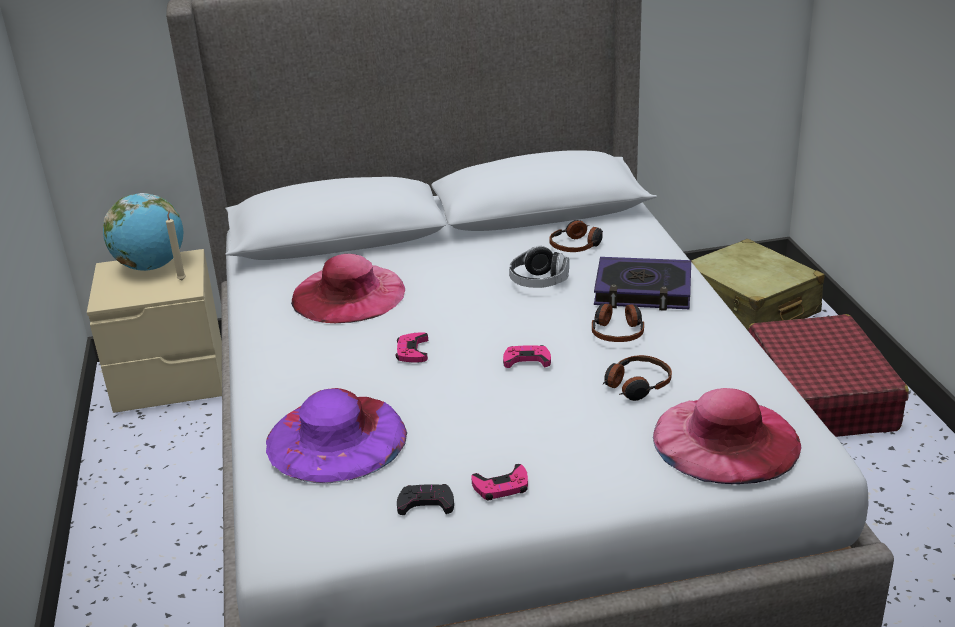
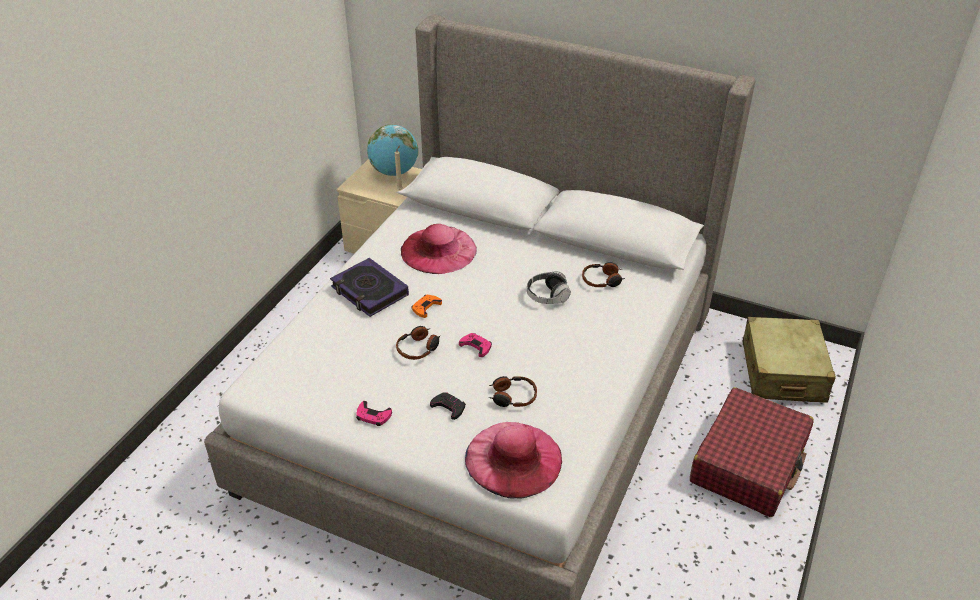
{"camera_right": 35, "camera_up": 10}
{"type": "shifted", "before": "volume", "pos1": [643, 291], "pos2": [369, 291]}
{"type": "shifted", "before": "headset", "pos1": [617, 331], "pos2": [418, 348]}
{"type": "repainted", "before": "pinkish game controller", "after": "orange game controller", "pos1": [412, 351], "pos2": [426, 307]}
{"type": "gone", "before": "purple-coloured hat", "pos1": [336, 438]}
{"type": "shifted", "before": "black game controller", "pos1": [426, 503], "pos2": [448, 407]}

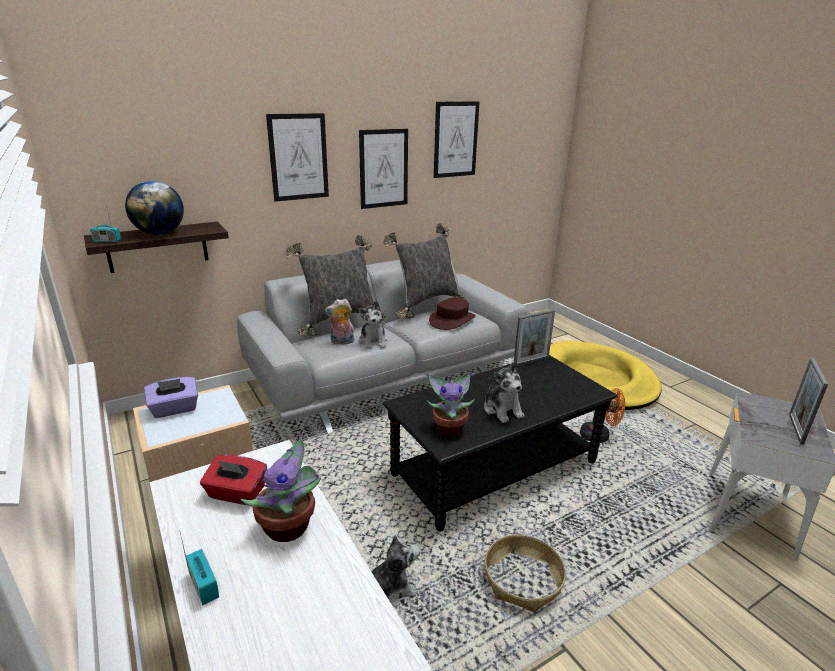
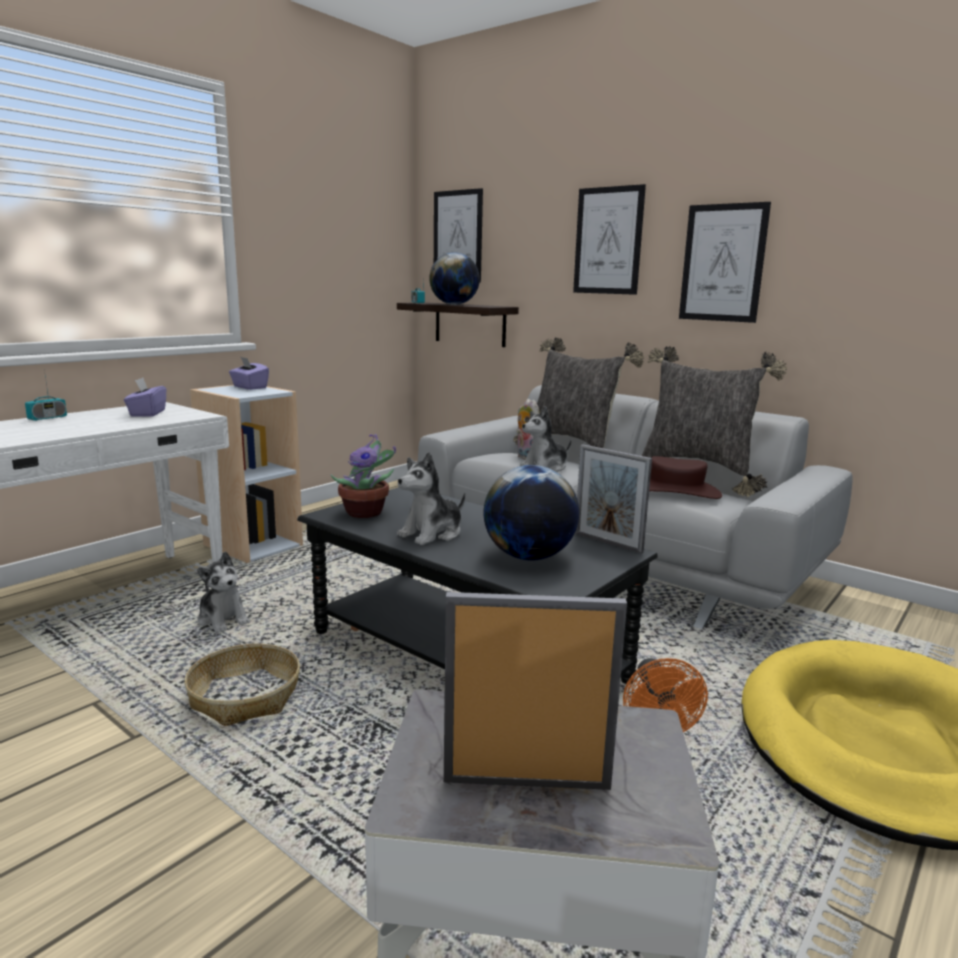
{"camera_right": 70, "camera_up": -10}
{"type": "shifted", "before": "picture", "pos1": [455, 139], "pos2": [457, 236]}
{"type": "gone", "before": "houseplant", "pos1": [290, 527]}
{"type": "repainted", "before": "reddish box of tissues", "after": "purple-coloured box of tissues", "pos1": [236, 493], "pos2": [147, 413]}
{"type": "new", "after": "desk globe", "pos2": [529, 557]}

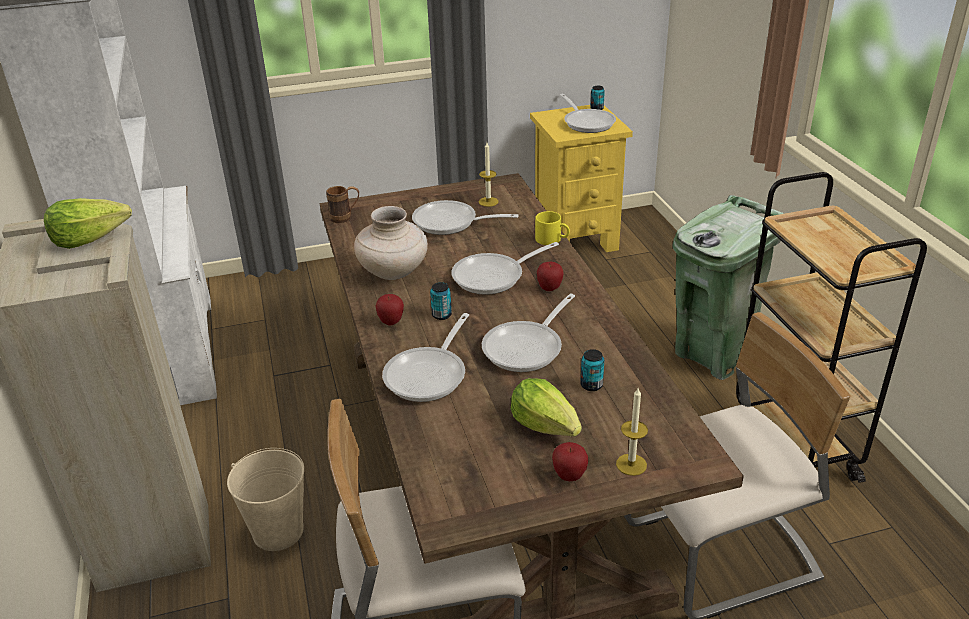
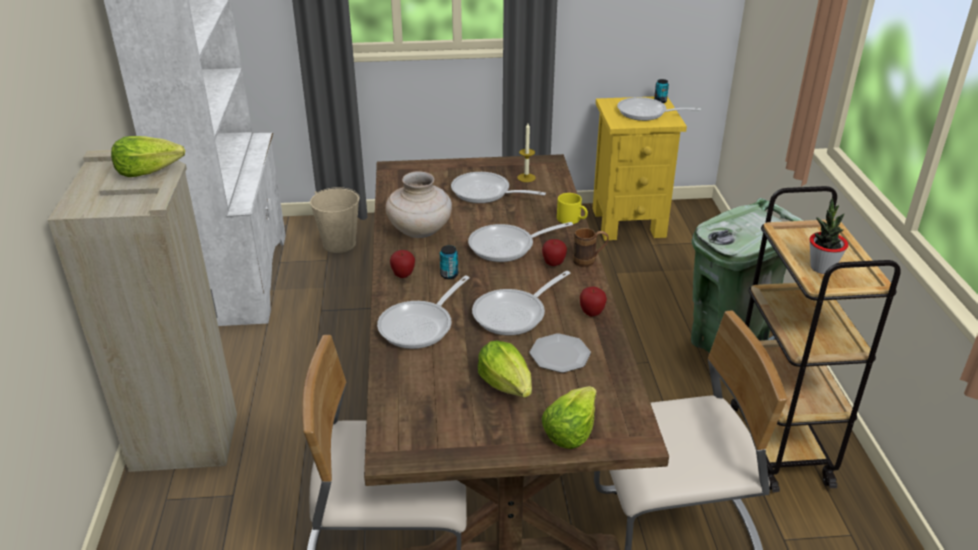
{"camera_right": 10, "camera_up": 0}
{"type": "rotated", "before": "frying pan", "pos1": [587, 122], "pos2": [646, 113], "turn": 120}
{"type": "shifted", "before": "brown-coloured mug", "pos1": [345, 218], "pos2": [589, 261]}
{"type": "swapped", "before": "sealed can", "after": "plate", "pos1": [591, 385], "pos2": [560, 355]}
{"type": "swapped", "before": "candle", "after": "head of lettuce", "pos1": [631, 464], "pos2": [570, 430]}
{"type": "shifted", "before": "whole apple", "pos1": [569, 476], "pos2": [591, 313]}
{"type": "shifted", "before": "beige-coloured bucket", "pos1": [278, 532], "pos2": [339, 244]}
{"type": "new", "after": "houseplant", "pos2": [822, 268]}

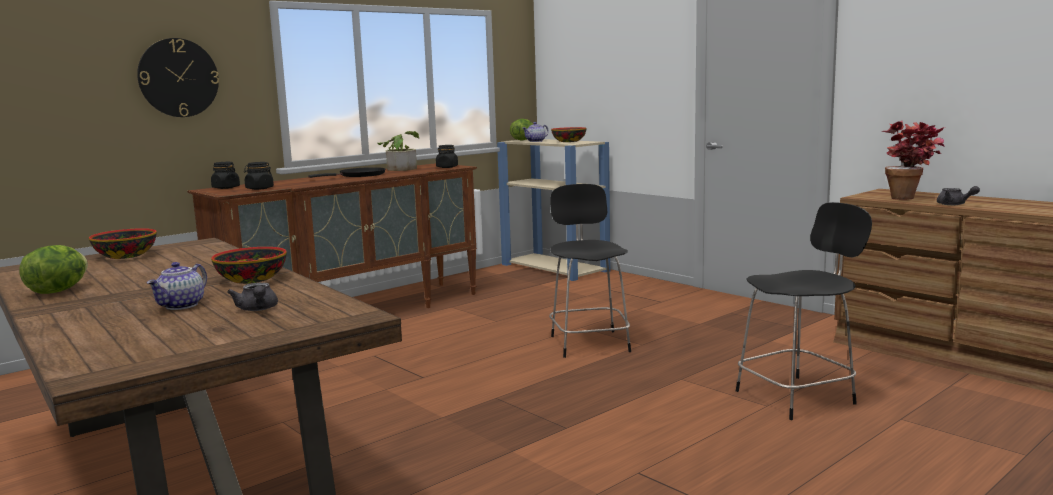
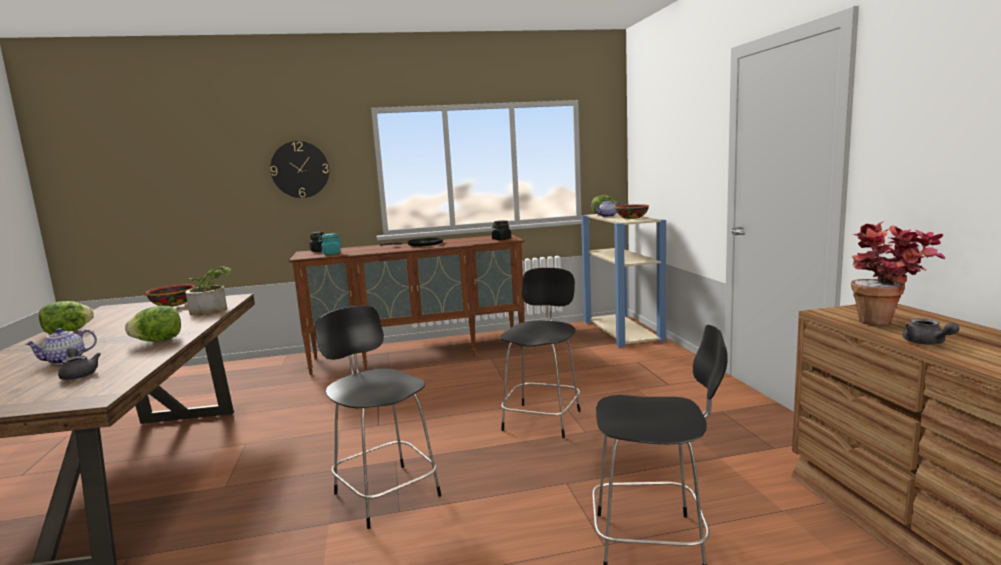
{"camera_right": 30, "camera_up": 0}
{"type": "shifted", "before": "houseplant", "pos1": [401, 168], "pos2": [212, 309]}
{"type": "repainted", "before": "black preserve jar", "after": "turquoise-coloured preserve jar", "pos1": [259, 188], "pos2": [331, 253]}
{"type": "swapped", "before": "deep dish", "after": "head of lettuce", "pos1": [252, 279], "pos2": [158, 341]}
{"type": "rotated", "before": "gray tea pot", "pos1": [257, 309], "pos2": [79, 374], "turn": 135}
{"type": "new", "after": "black upright chair", "pos2": [385, 493]}

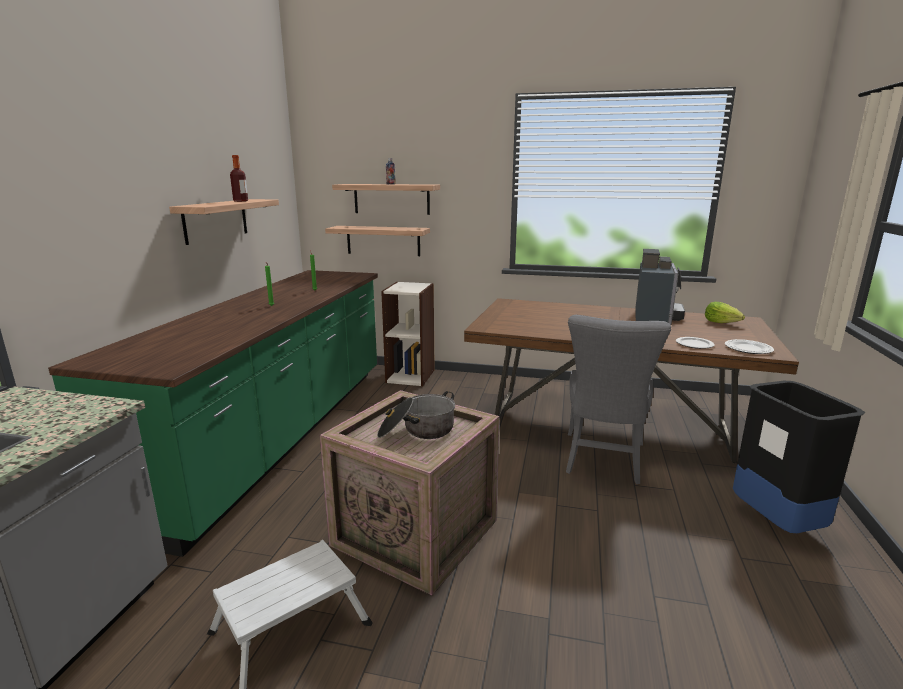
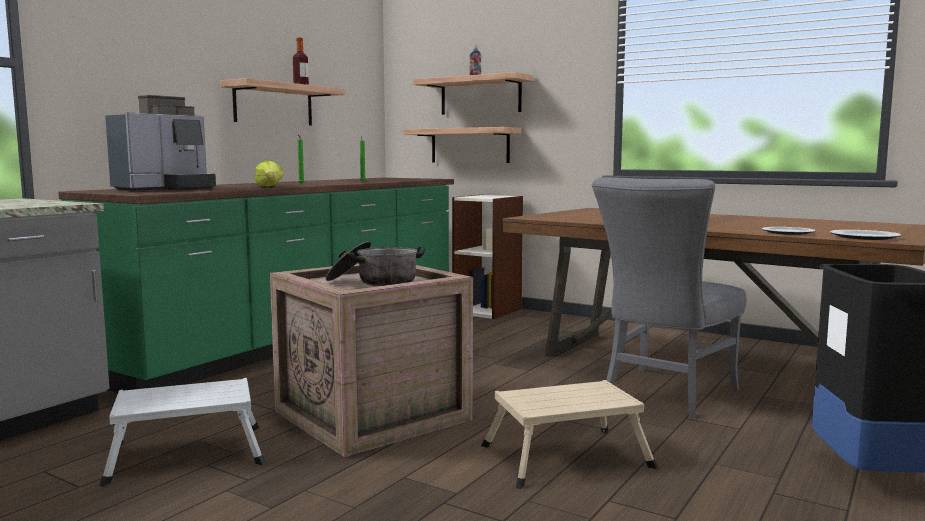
{"camera_right": 20, "camera_up": -10}
{"type": "shifted", "before": "coffee maker", "pos1": [656, 318], "pos2": [166, 189]}
{"type": "shifted", "before": "head of lettuce", "pos1": [721, 323], "pos2": [270, 187]}
{"type": "new", "after": "beige-coloured step stool", "pos2": [565, 456]}

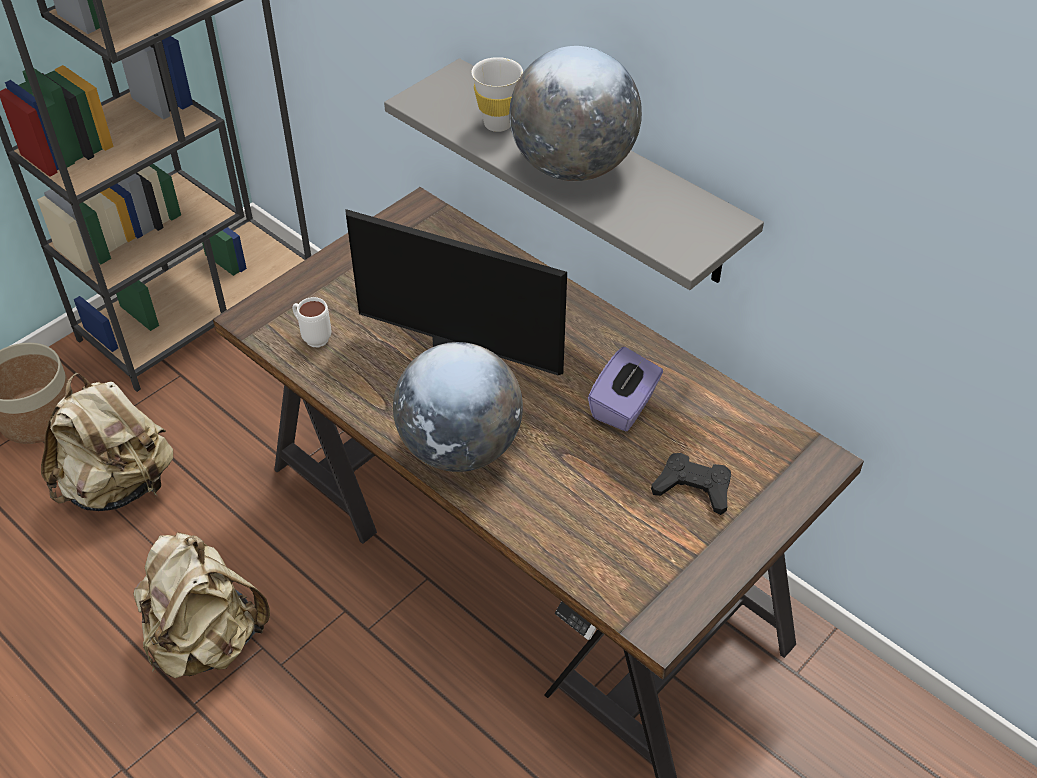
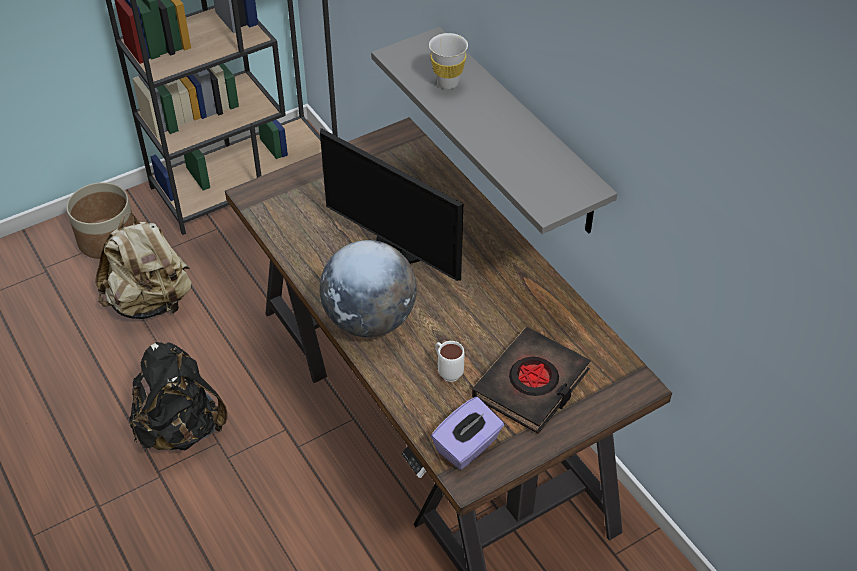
{"camera_right": 15, "camera_up": 0}
{"type": "gone", "before": "desk globe", "pos1": [572, 167]}
{"type": "shifted", "before": "whitish mug", "pos1": [312, 337], "pos2": [447, 371]}
{"type": "shifted", "before": "purple-coloured box of tissues", "pos1": [624, 406], "pos2": [467, 447]}
{"type": "swapped", "before": "black game controller", "after": "black volume", "pos1": [693, 488], "pos2": [531, 385]}
{"type": "repainted", "before": "beige-coloured backpack", "after": "black backpack", "pos1": [206, 640], "pos2": [180, 428]}

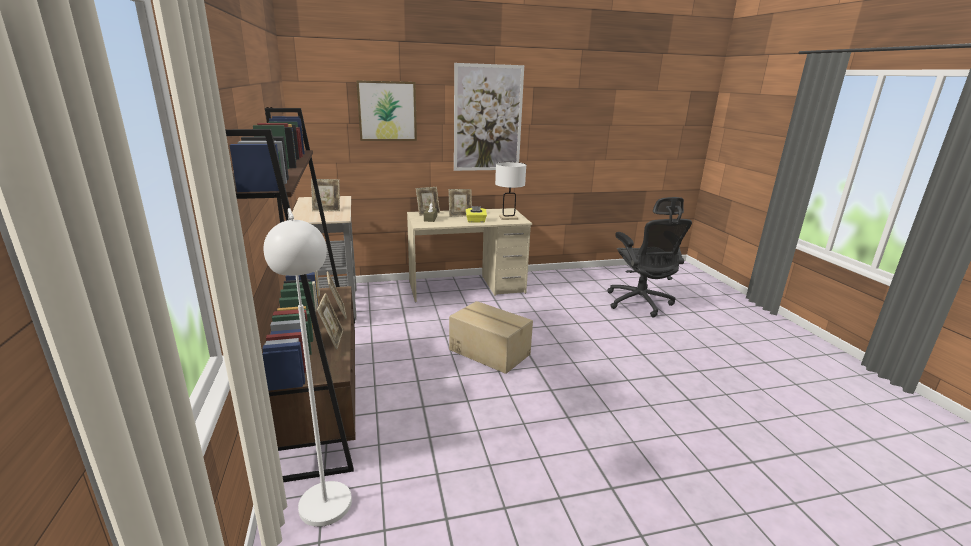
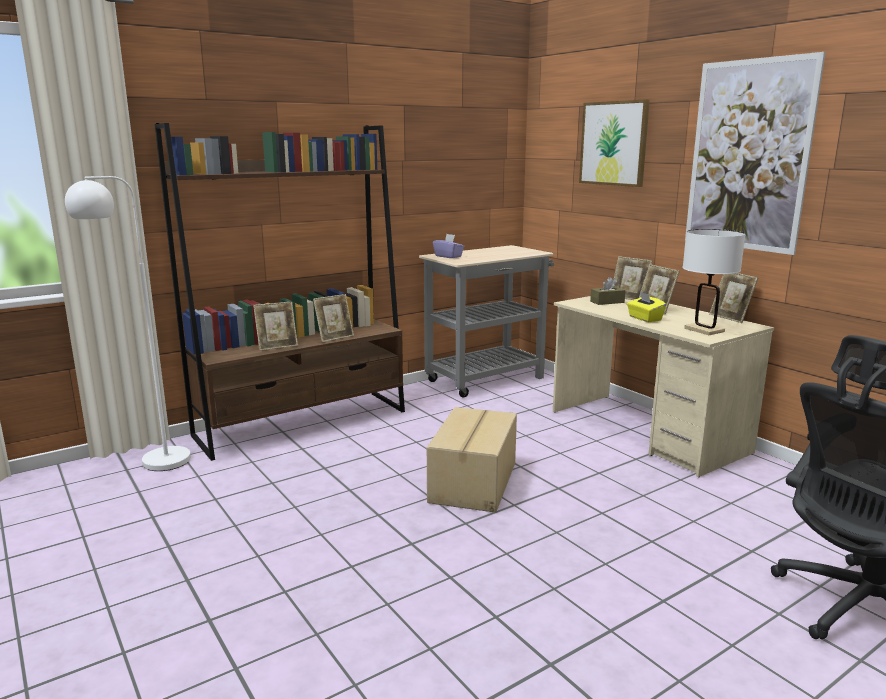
{"camera_right": 70, "camera_up": -5}
{"type": "shifted", "before": "standing frame", "pos1": [327, 210], "pos2": [730, 318]}
{"type": "new", "after": "purple-coloured box of tissues", "pos2": [448, 256]}

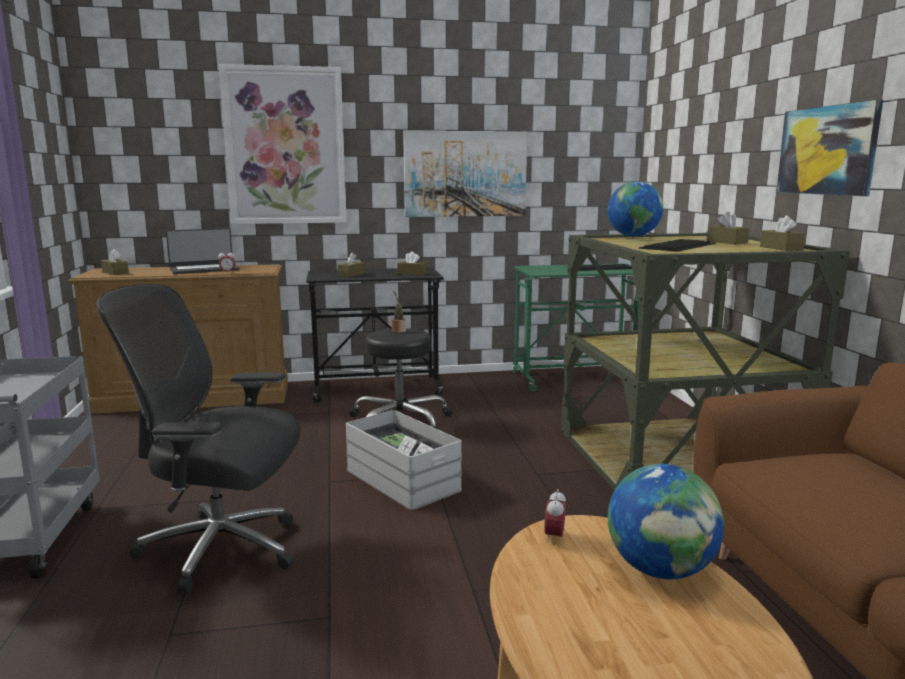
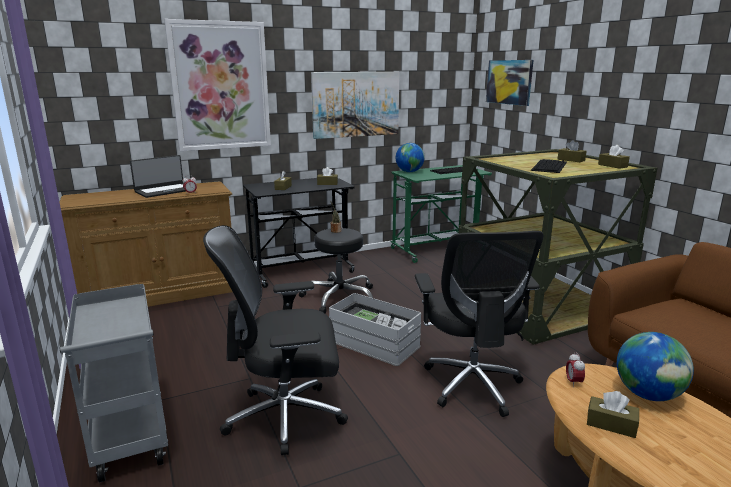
{"camera_right": -15, "camera_up": 5}
{"type": "shifted", "before": "picture", "pos1": [827, 150], "pos2": [509, 82]}
{"type": "shifted", "before": "desk globe", "pos1": [633, 236], "pos2": [409, 172]}
{"type": "shifted", "before": "brown-coloured box of tissues", "pos1": [115, 272], "pos2": [611, 424]}
{"type": "new", "after": "office chair", "pos2": [471, 383]}

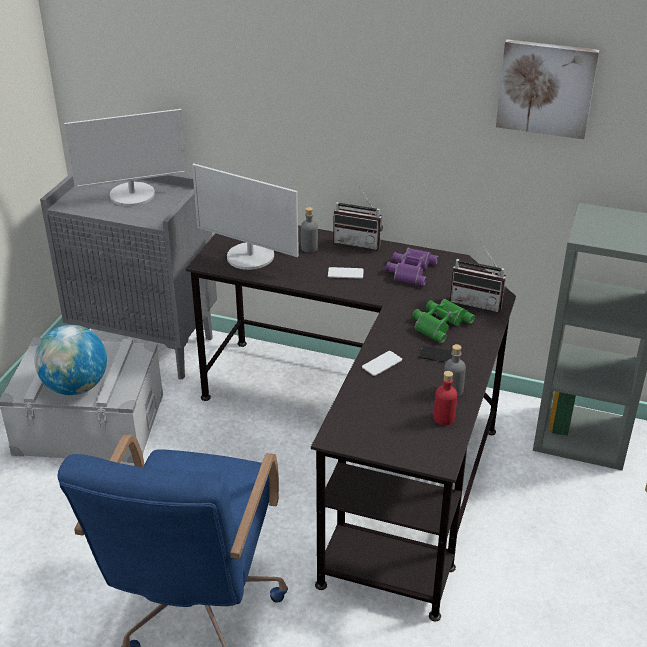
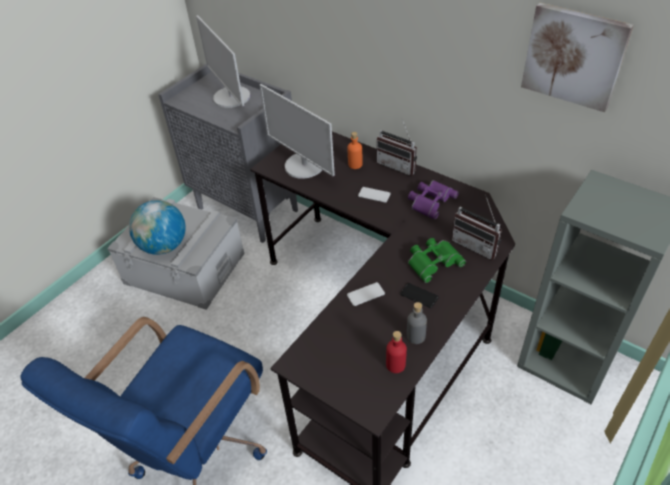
{"camera_right": 20, "camera_up": 10}
{"type": "rotated", "before": "monitor", "pos1": [132, 195], "pos2": [231, 97], "turn": 60}
{"type": "repainted", "before": "gray bottle", "after": "orange bottle", "pos1": [309, 248], "pos2": [355, 164]}

